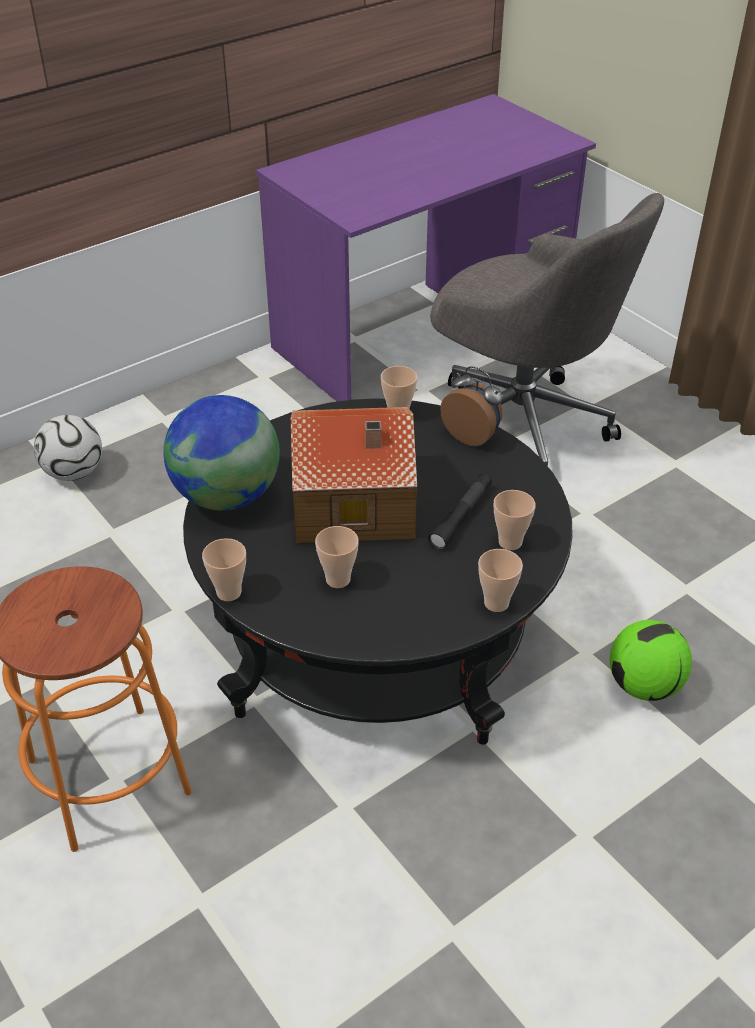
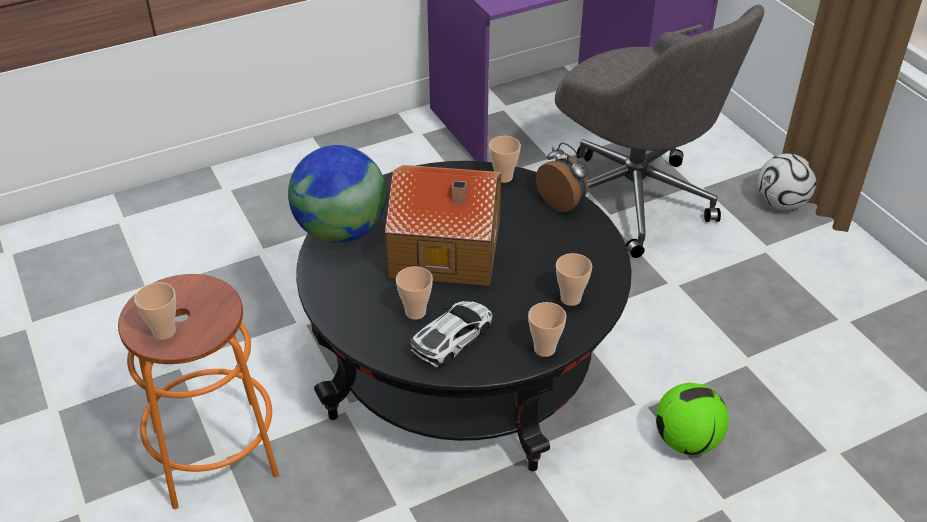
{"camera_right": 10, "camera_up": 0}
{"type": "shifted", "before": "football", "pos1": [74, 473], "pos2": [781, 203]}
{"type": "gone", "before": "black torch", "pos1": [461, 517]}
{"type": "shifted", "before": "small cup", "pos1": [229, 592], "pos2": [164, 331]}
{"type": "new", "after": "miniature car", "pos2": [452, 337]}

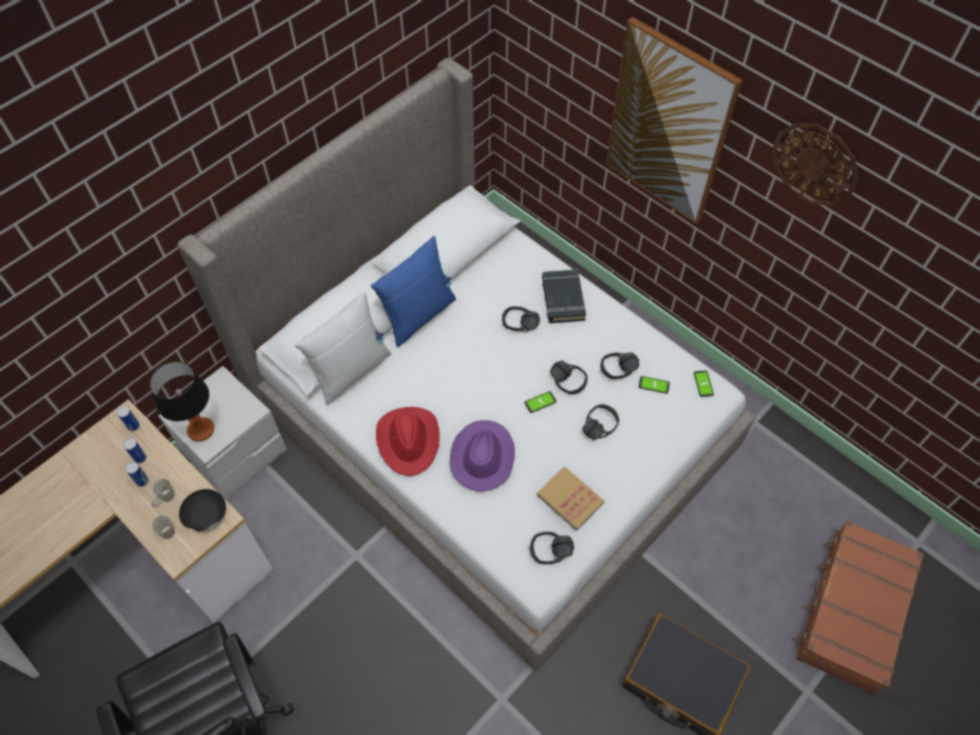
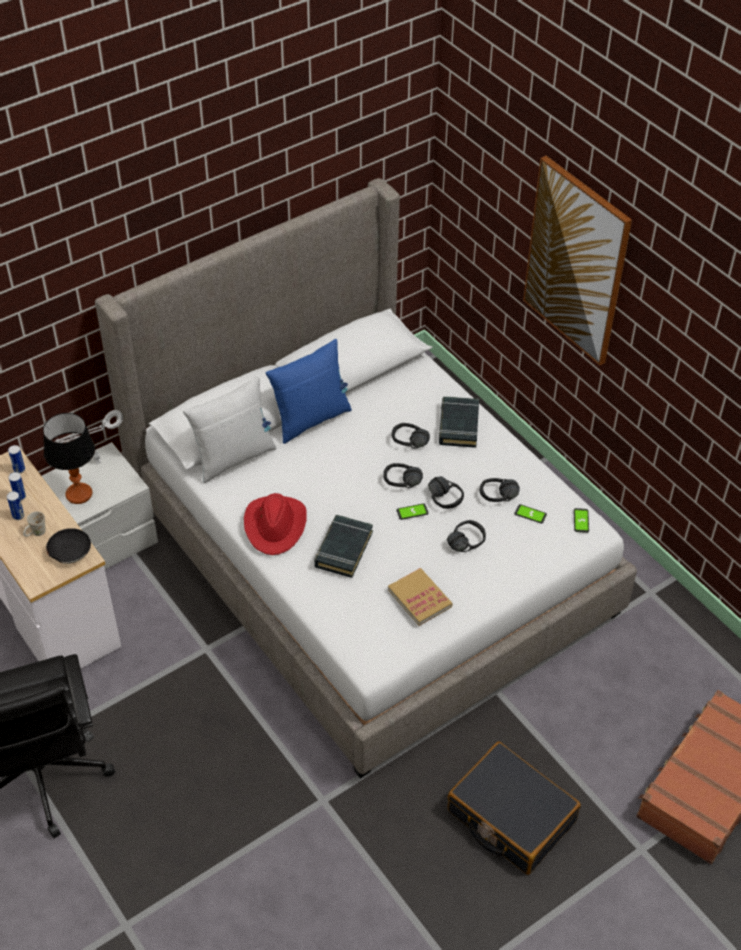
{"camera_right": 10, "camera_up": -10}
{"type": "gone", "before": "clock on the wall", "pos1": [814, 164]}
{"type": "swapped", "before": "purple-coloured hat", "after": "black volume", "pos1": [482, 456], "pos2": [343, 549]}
{"type": "gone", "before": "whitish mug", "pos1": [166, 528]}
{"type": "shifted", "before": "black headset", "pos1": [552, 557], "pos2": [402, 485]}
{"type": "new", "after": "gray lamp for a table", "pos2": [95, 462]}

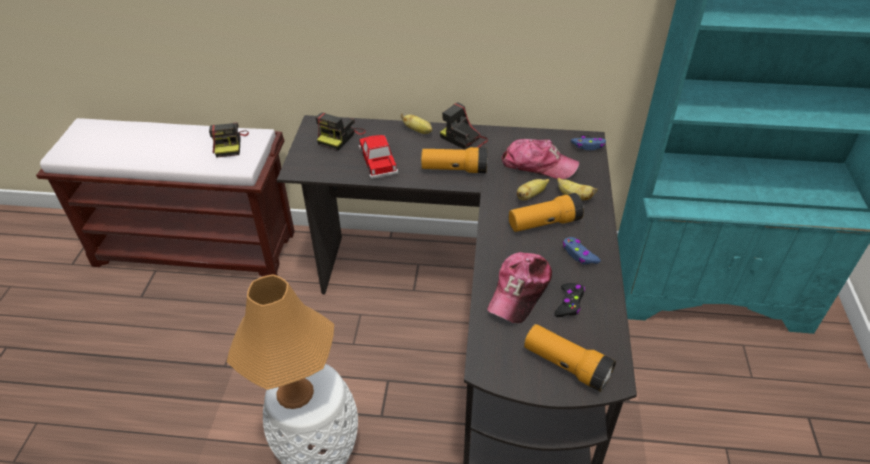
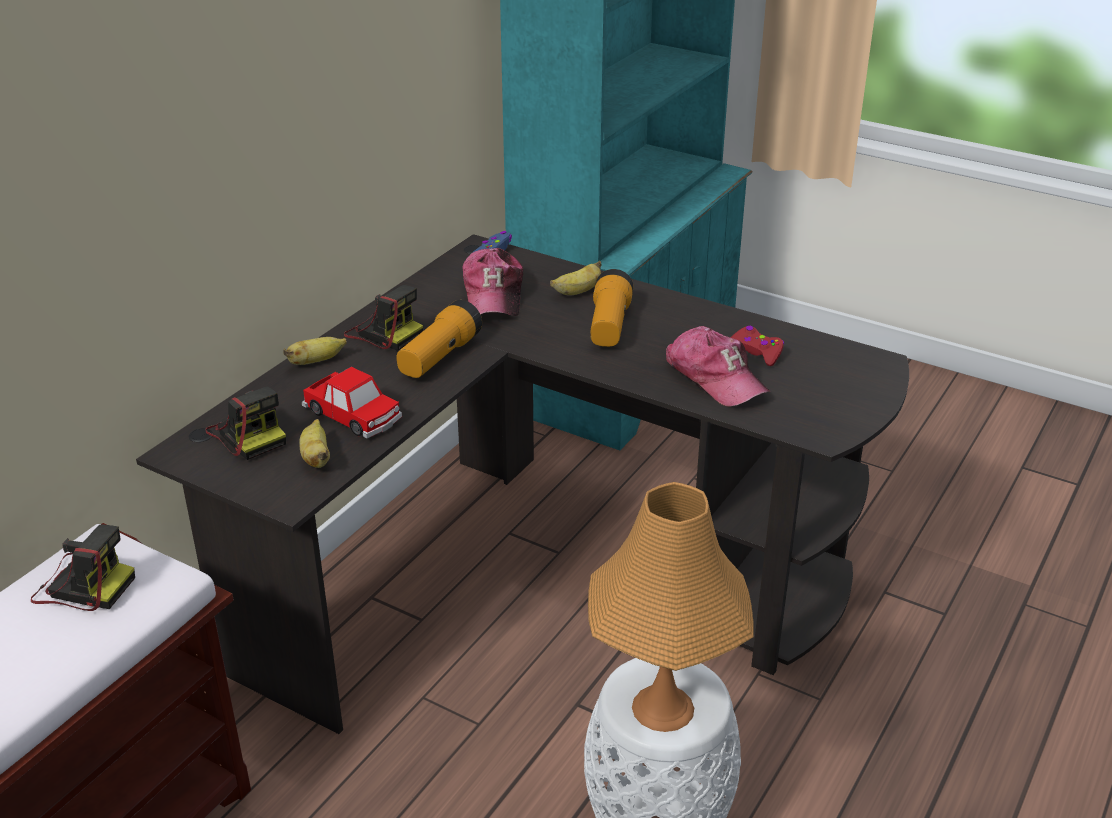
{"camera_right": -65, "camera_up": -10}
{"type": "rotated", "before": "still camera", "pos1": [464, 141], "pos2": [383, 332], "turn": -120}
{"type": "rotated", "before": "miniature car", "pos1": [378, 161], "pos2": [353, 415], "turn": -150}
{"type": "rotated", "before": "cap", "pos1": [538, 165], "pos2": [494, 295], "turn": 135}
{"type": "shifted", "before": "whole banana", "pos1": [530, 196], "pos2": [316, 458]}
{"type": "gone", "before": "bluish game controller", "pos1": [579, 255]}
{"type": "repainted", "before": "black game controller", "after": "reddish game controller", "pos1": [569, 303], "pos2": [756, 352]}
{"type": "gone", "before": "torch", "pos1": [566, 365]}

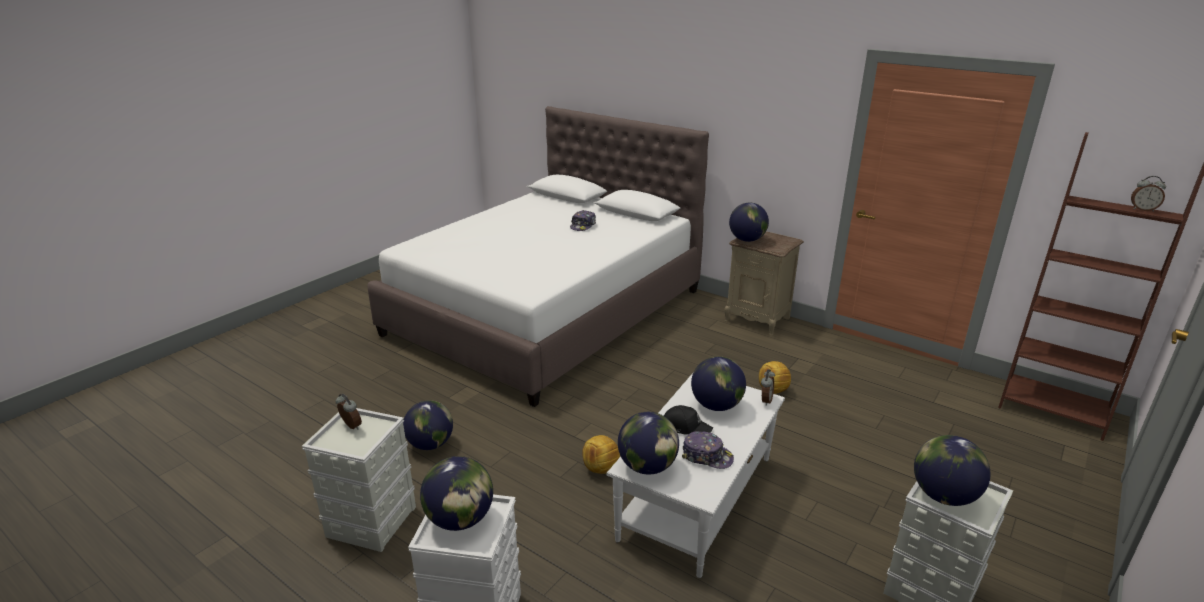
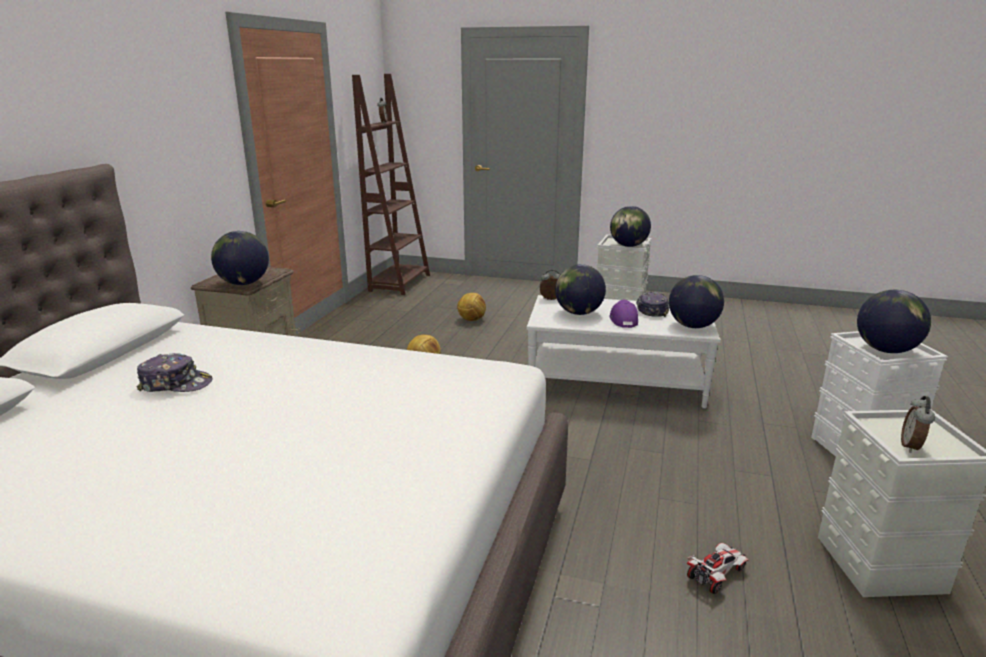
{"camera_right": -110, "camera_up": -5}
{"type": "swapped", "before": "desk globe", "after": "miniature car", "pos1": [430, 444], "pos2": [716, 574]}
{"type": "repainted", "before": "black cap", "after": "purple-coloured cap", "pos1": [686, 427], "pos2": [623, 320]}
{"type": "shifted", "before": "football", "pos1": [600, 468], "pos2": [471, 320]}

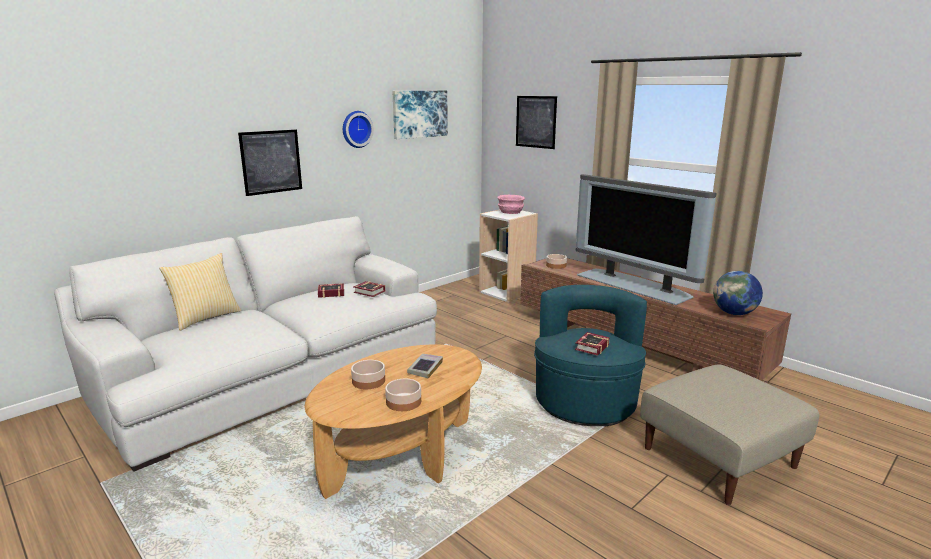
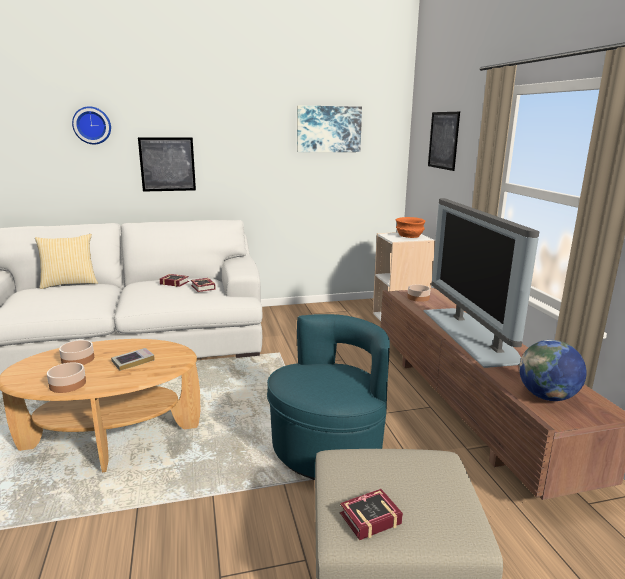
{"camera_right": 30, "camera_up": 0}
{"type": "shifted", "before": "clock on the wall", "pos1": [356, 129], "pos2": [92, 125]}
{"type": "repainted", "before": "pinkish deep dish", "after": "orange deep dish", "pos1": [510, 212], "pos2": [409, 235]}
{"type": "shifted", "before": "volume", "pos1": [590, 347], "pos2": [367, 518]}

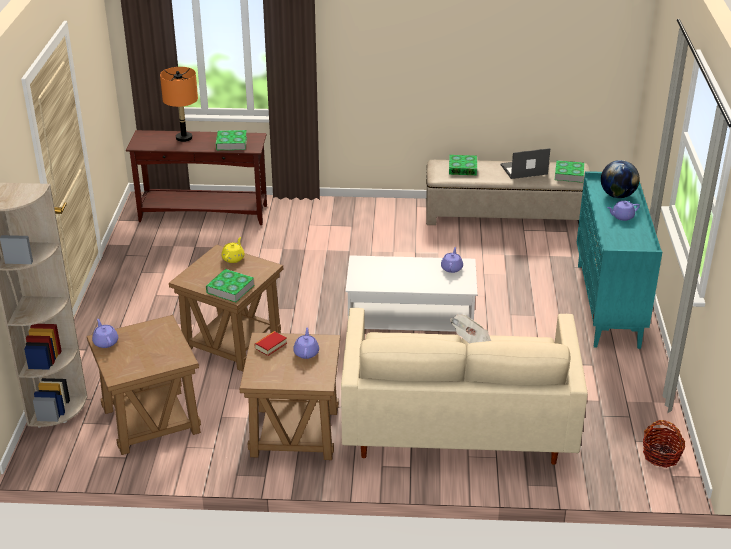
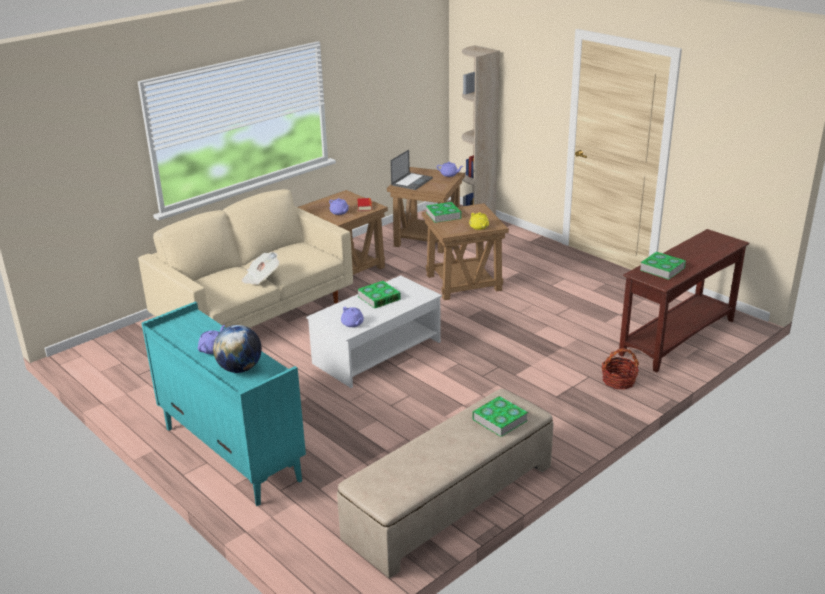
{"camera_right": 135, "camera_up": -5}
{"type": "gone", "before": "orange lamp for a table", "pos1": [184, 138]}
{"type": "shifted", "before": "notebook computer", "pos1": [523, 170], "pos2": [412, 181]}
{"type": "shifted", "before": "volume", "pos1": [569, 174], "pos2": [379, 298]}
{"type": "shifted", "before": "basket", "pos1": [661, 455], "pos2": [618, 381]}

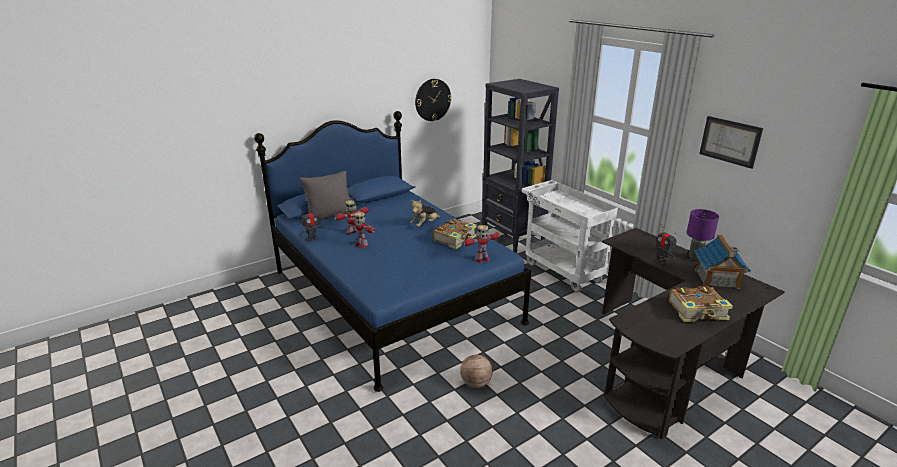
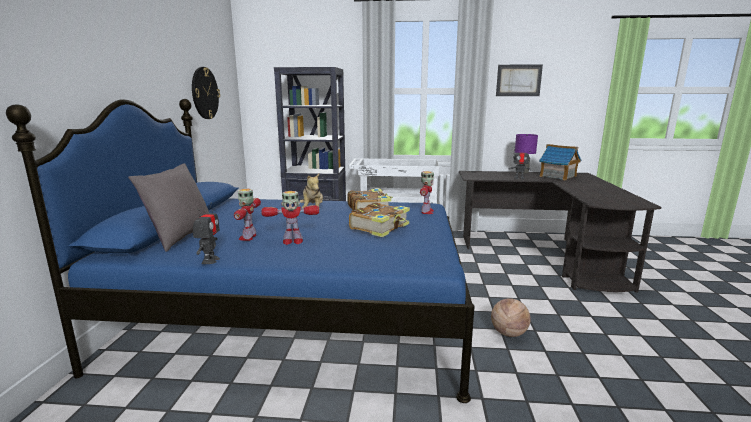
{"camera_right": -50, "camera_up": -10}
{"type": "shifted", "before": "volume", "pos1": [698, 311], "pos2": [380, 227]}

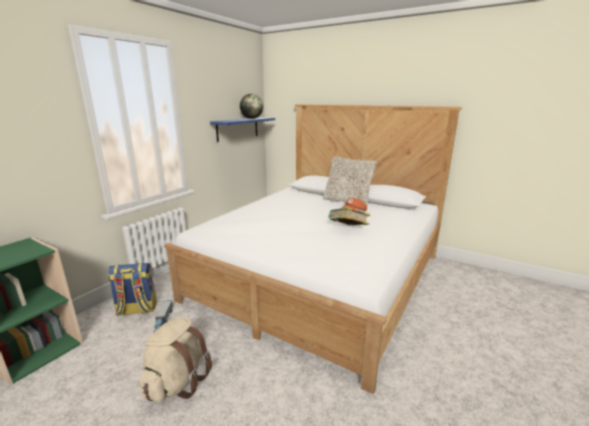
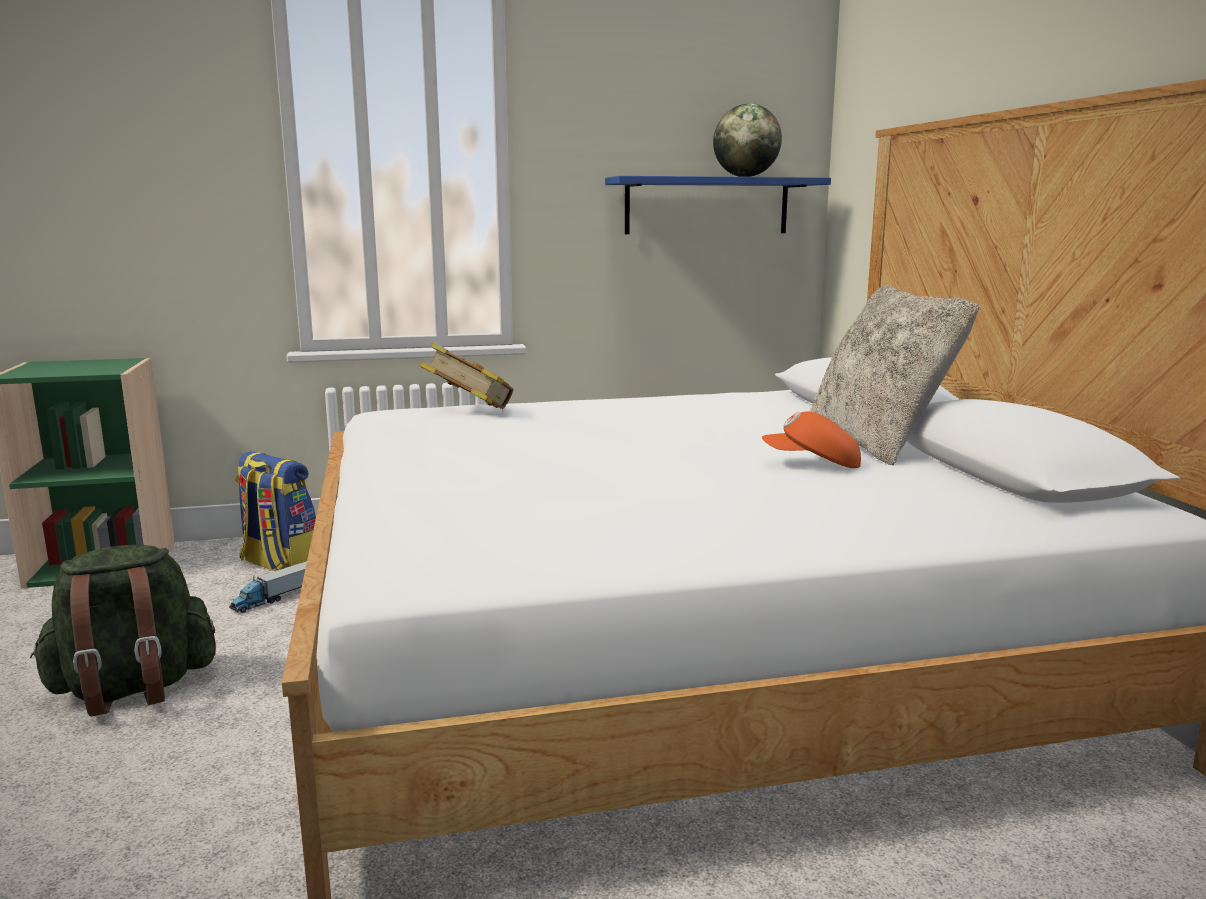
{"camera_right": 45, "camera_up": -5}
{"type": "shifted", "before": "volume", "pos1": [347, 230], "pos2": [469, 411]}
{"type": "repainted", "before": "beige-coloured backpack", "after": "green backpack", "pos1": [178, 381], "pos2": [133, 689]}

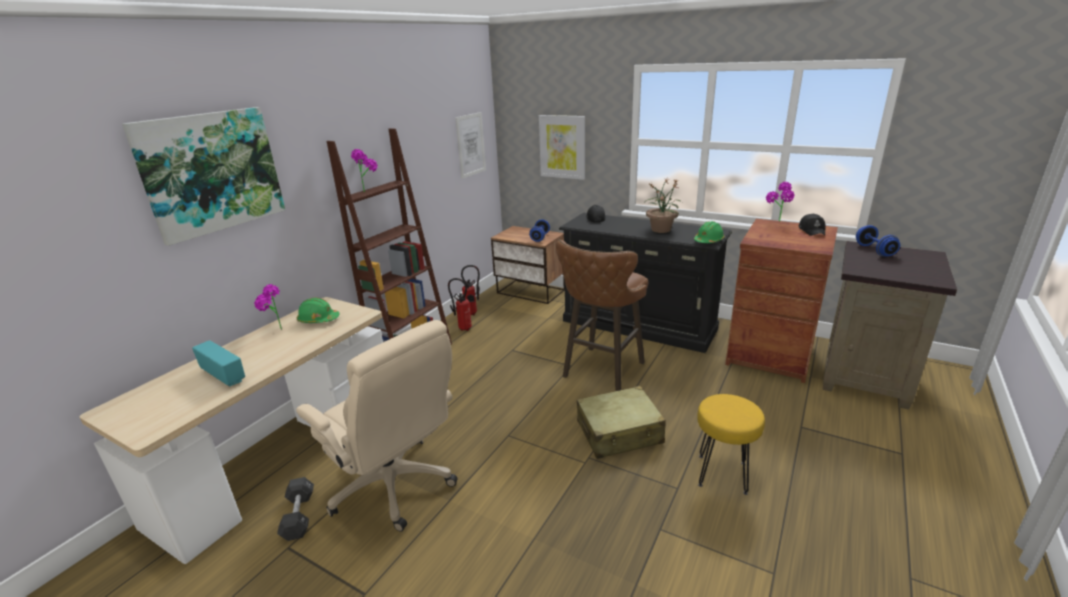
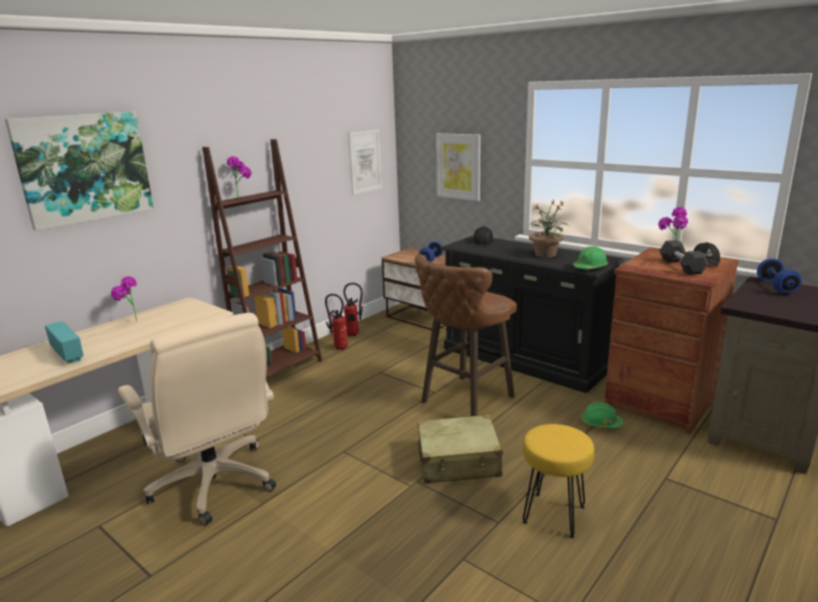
{"camera_right": 10, "camera_up": -5}
{"type": "shifted", "before": "green hard hat", "pos1": [318, 320], "pos2": [601, 423]}
{"type": "shifted", "before": "black dumbbell", "pos1": [299, 516], "pos2": [681, 266]}

